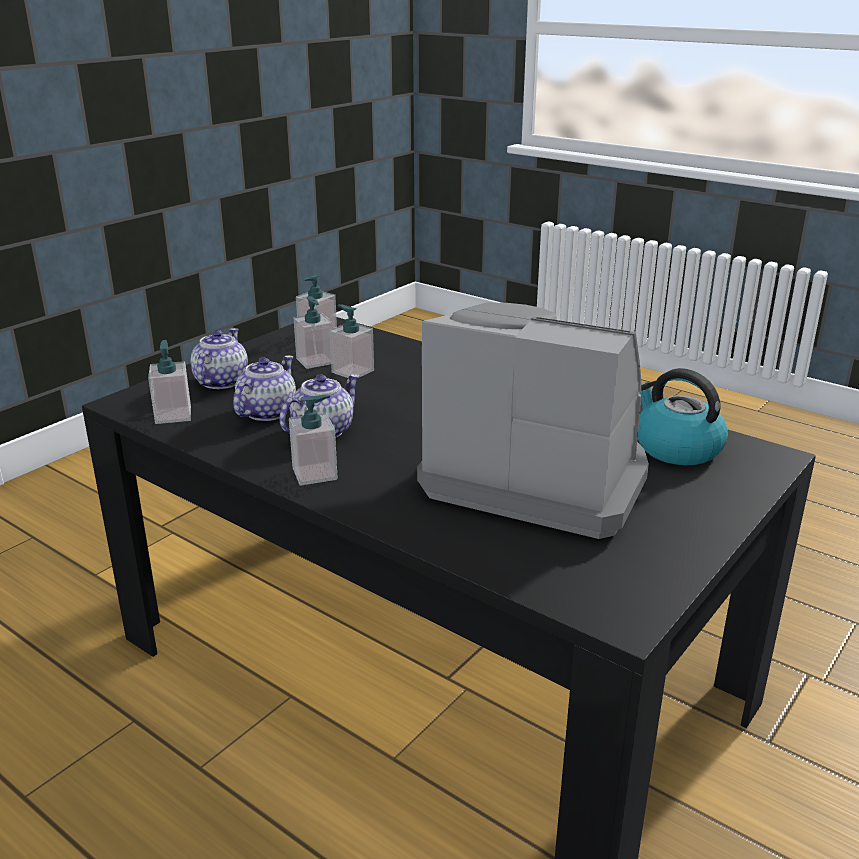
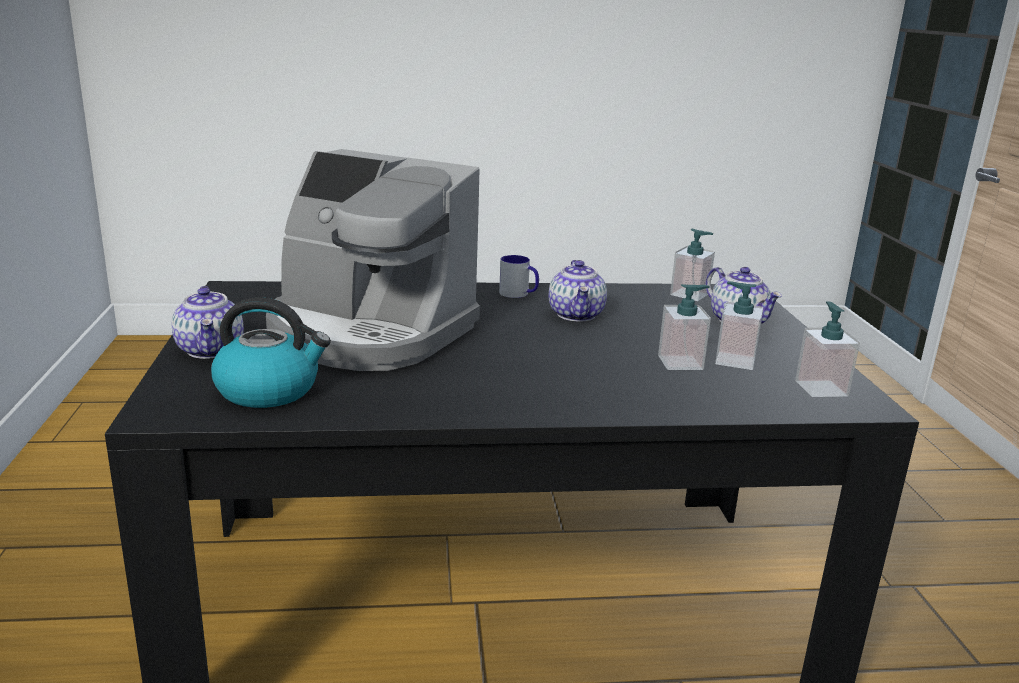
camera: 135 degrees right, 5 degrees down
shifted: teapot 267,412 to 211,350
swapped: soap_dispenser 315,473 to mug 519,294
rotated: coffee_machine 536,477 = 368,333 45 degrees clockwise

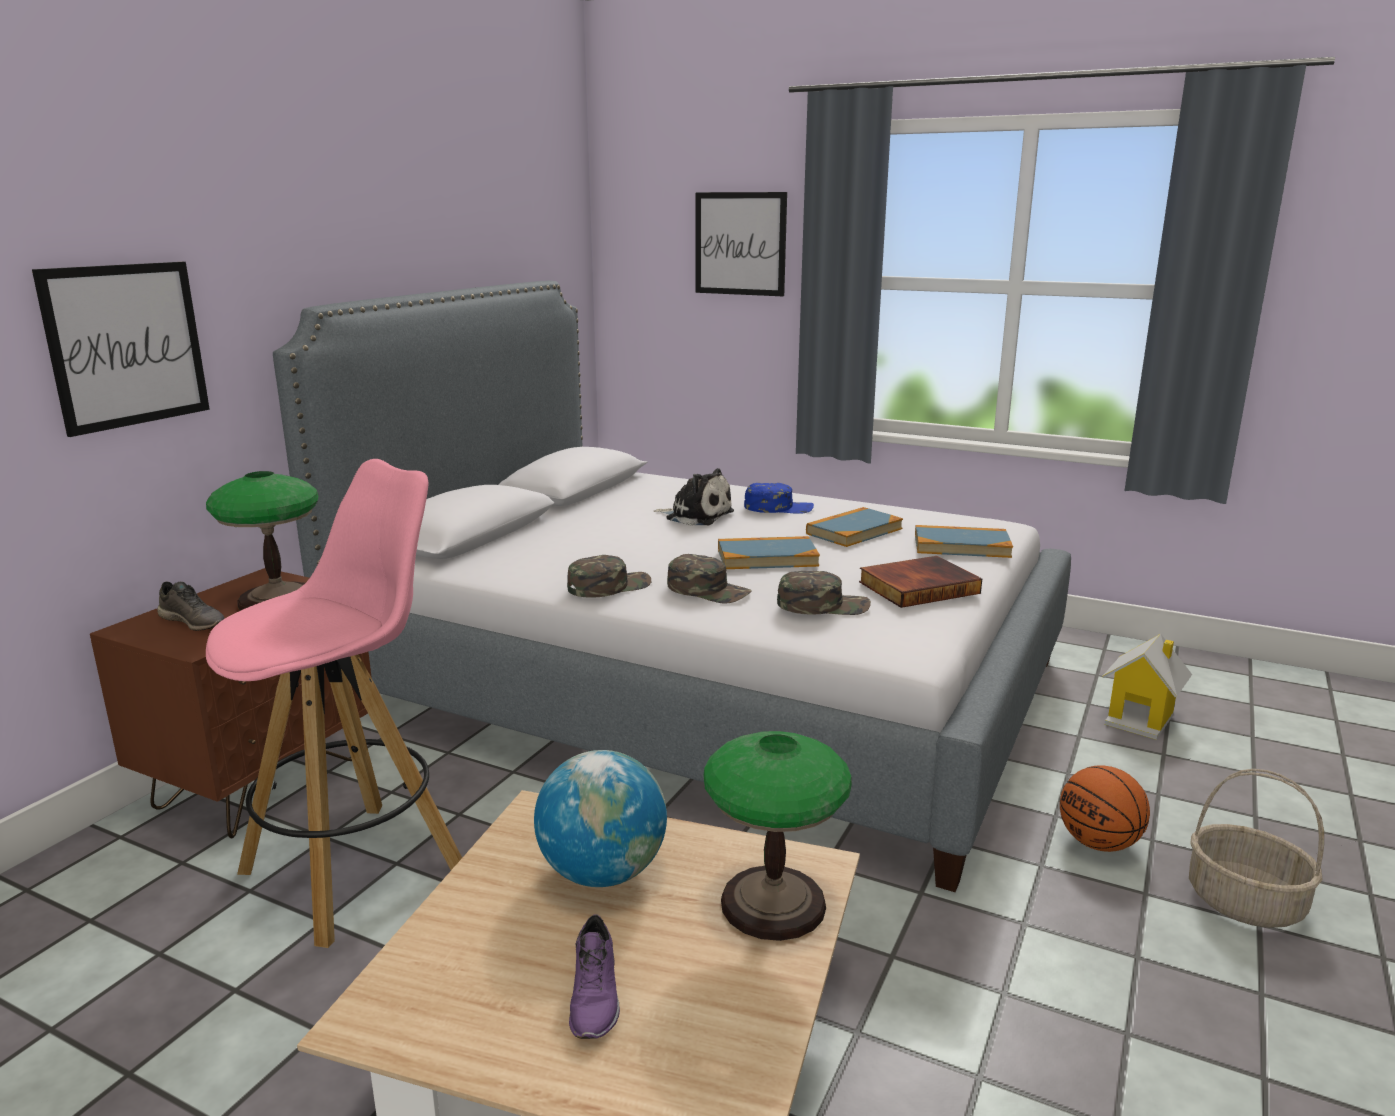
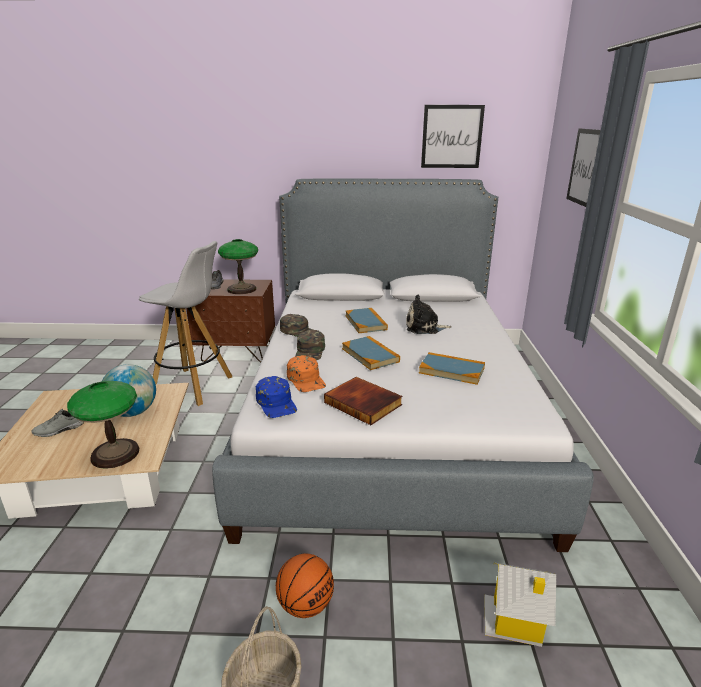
camera: 65 degrees right, 5 degrees up
shifted: picture 127,345 to 452,137; blue_cap 778,508 to 277,403; book 961,546 to 365,322
repainted: pink_stool 356,869 to white_stool 193,387; green_cap 823,605 to orange_cap 306,380; purple_shoe 596,996 to grey_shoe 59,430
rotated: plush_toy 696,516 = 424,327 90 degrees clockwise

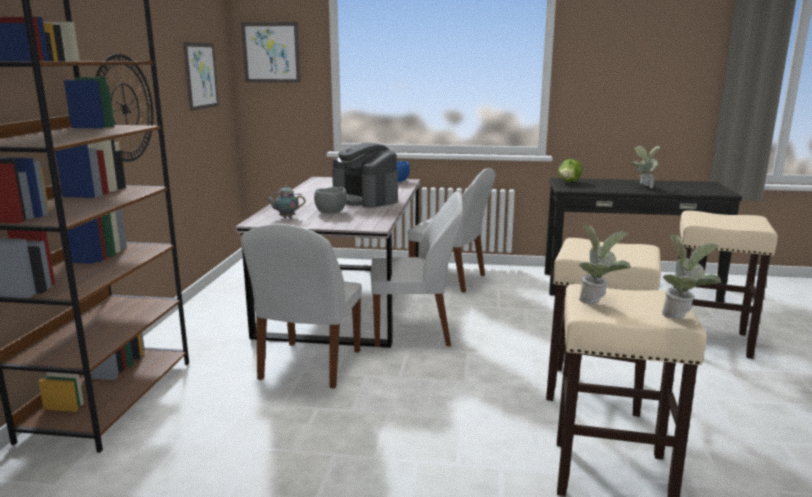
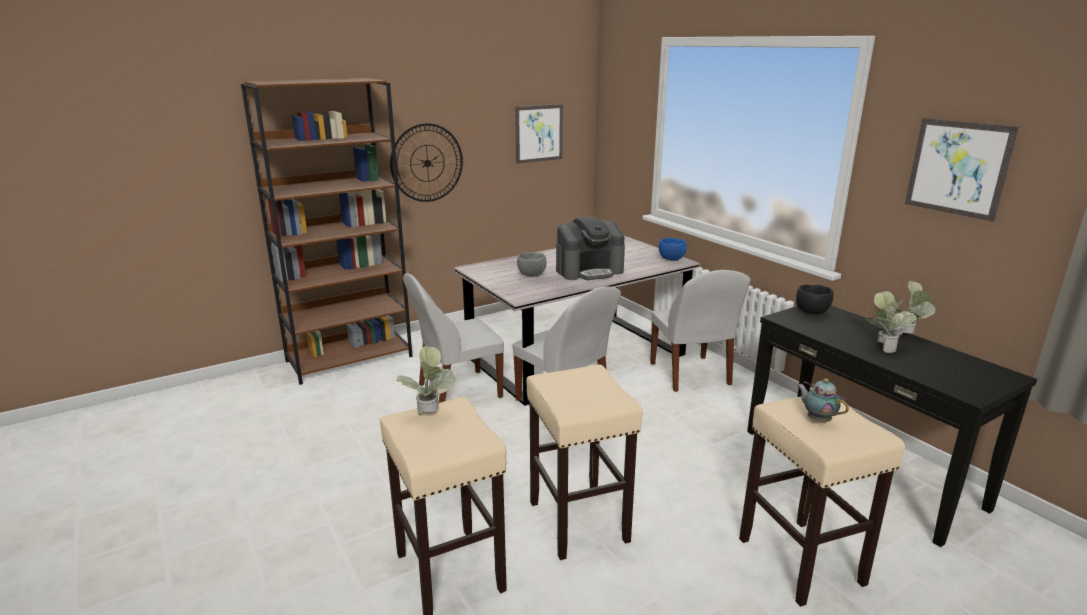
camera: 50 degrees right, 5 degrees up
shifted: picture 271,52 to 957,168; teapot 286,217 to 817,419; potted_plant 683,317 to 906,337
swapped: lettuce 568,182 to black_bowl 812,312
rotated: coffee_machine 365,199 = 589,271 120 degrees counterclockwise

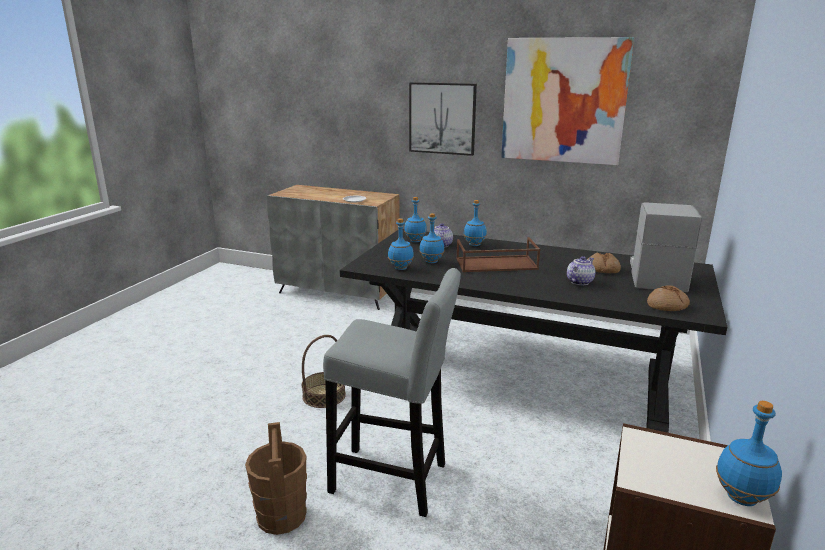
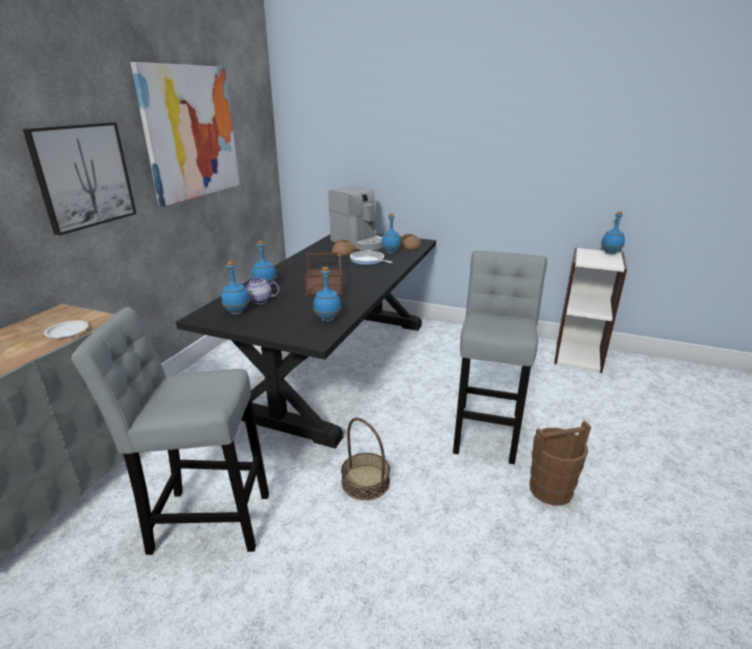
camera: 90 degrees left, 5 degrees up
new: grey_stool 204,520
shifted: blue_bottle 431,261 to 390,252
swapped: teapot 579,282 to frying_pan 368,261
rotated: coffee_machine 656,276 = 359,243 150 degrees counterclockwise

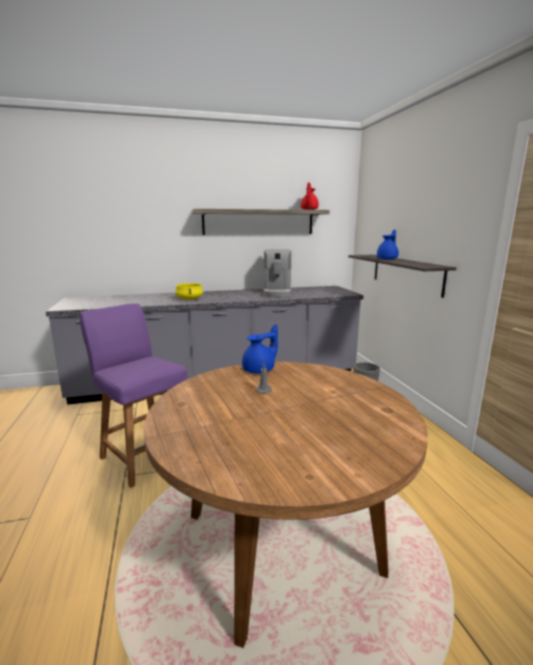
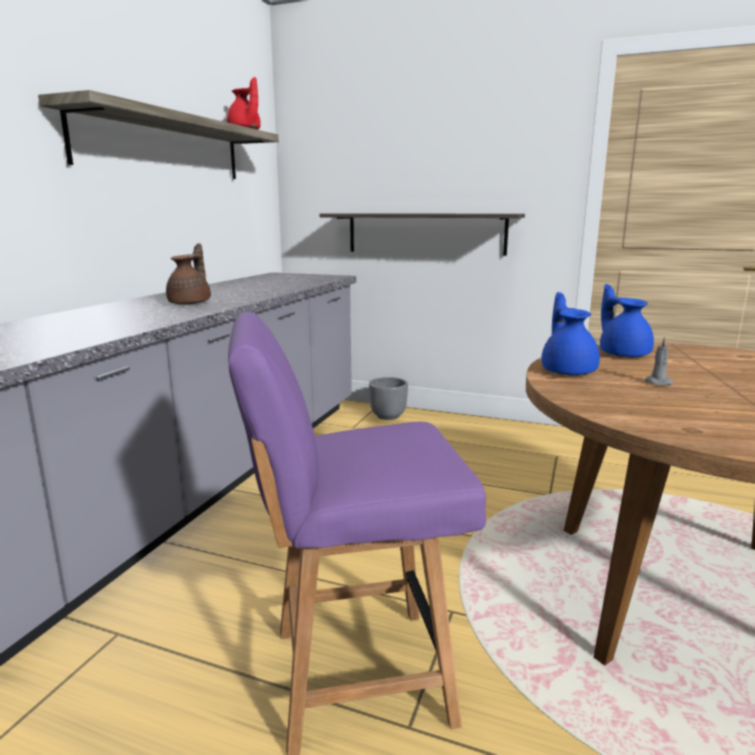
camera: 55 degrees left, 0 degrees up
gone: coffee_machine 277,293; yellow_cooking_pot 189,299
new: brown_teapot 191,303
shifted: blue_teapot 387,259 to 623,354

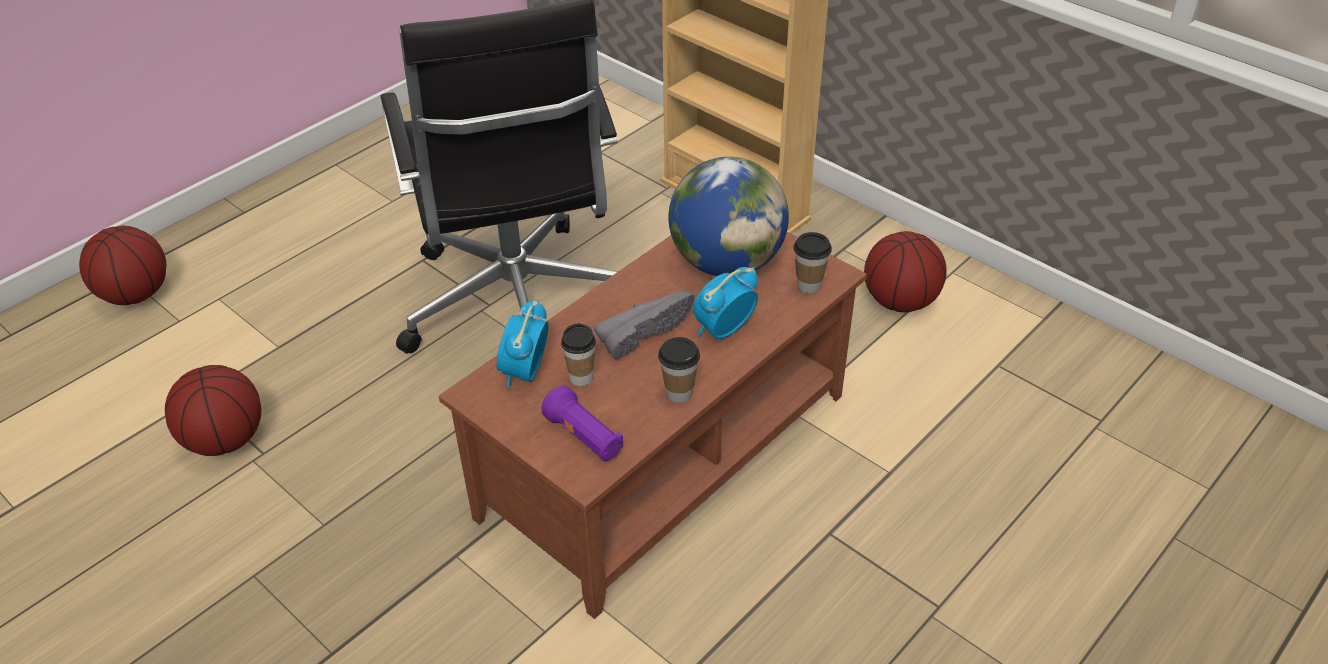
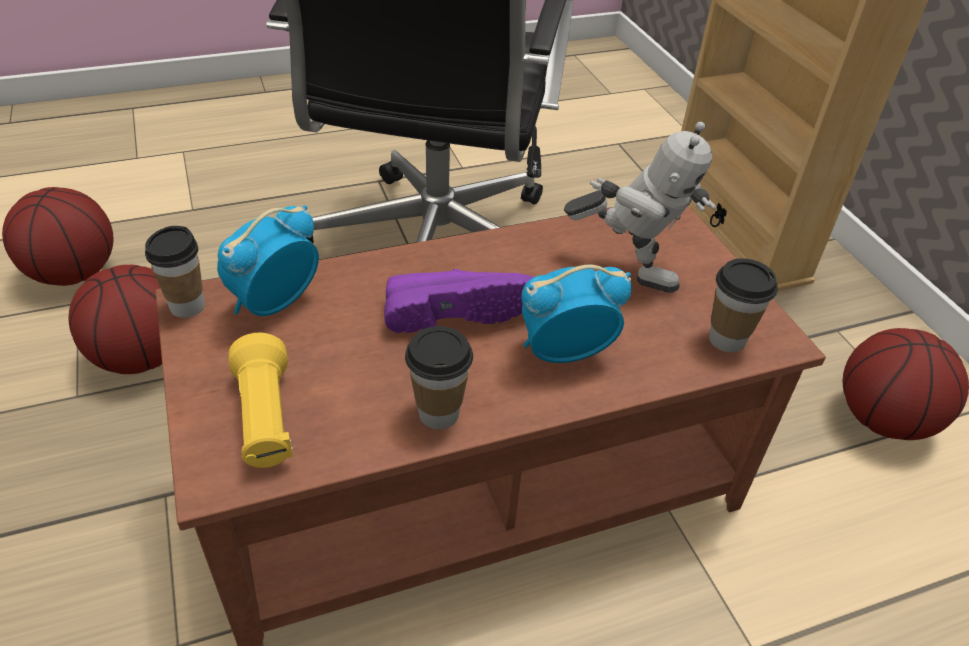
camera: 25 degrees right, 0 degrees up
shifted: basketball 135,295 to 142,357; cup 581,377 to 187,306
swapped: globe 726,263 to toy_robot 629,269
repainted: grey_shoe 642,331 to purple_shoe 457,311; purple_flashlight 584,438 to yellow_flashlight 265,420

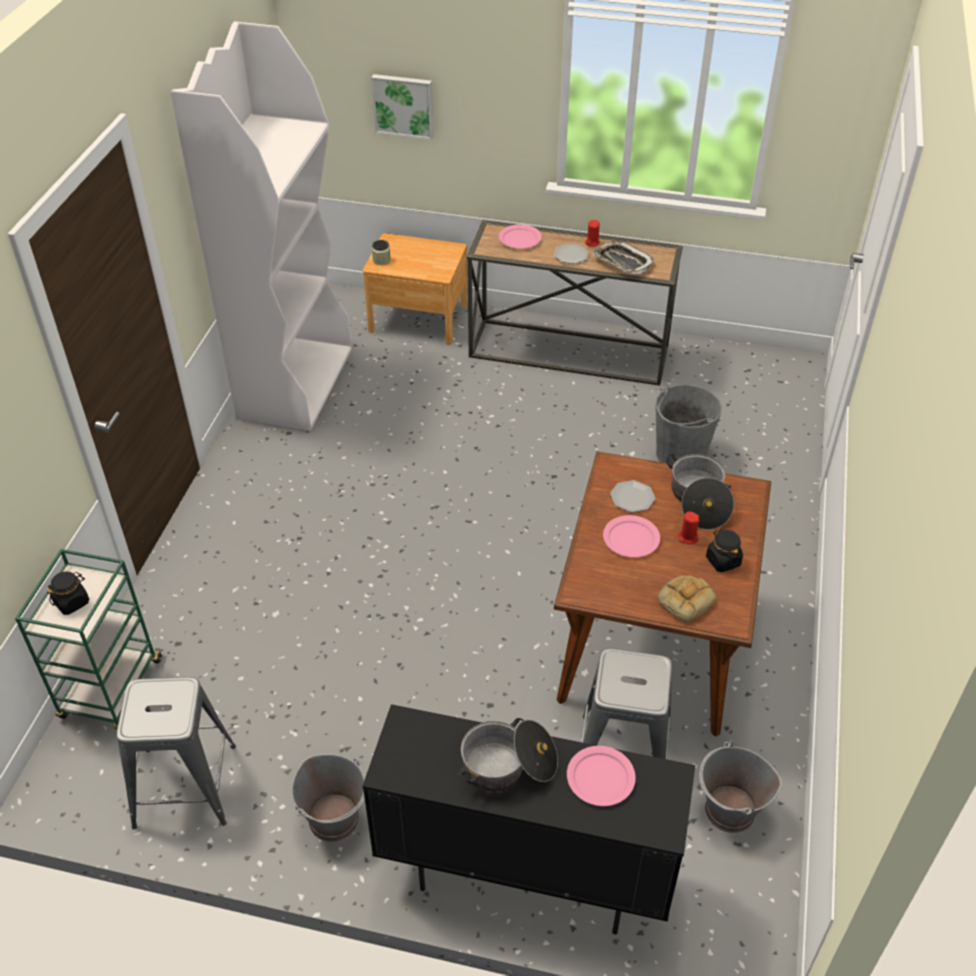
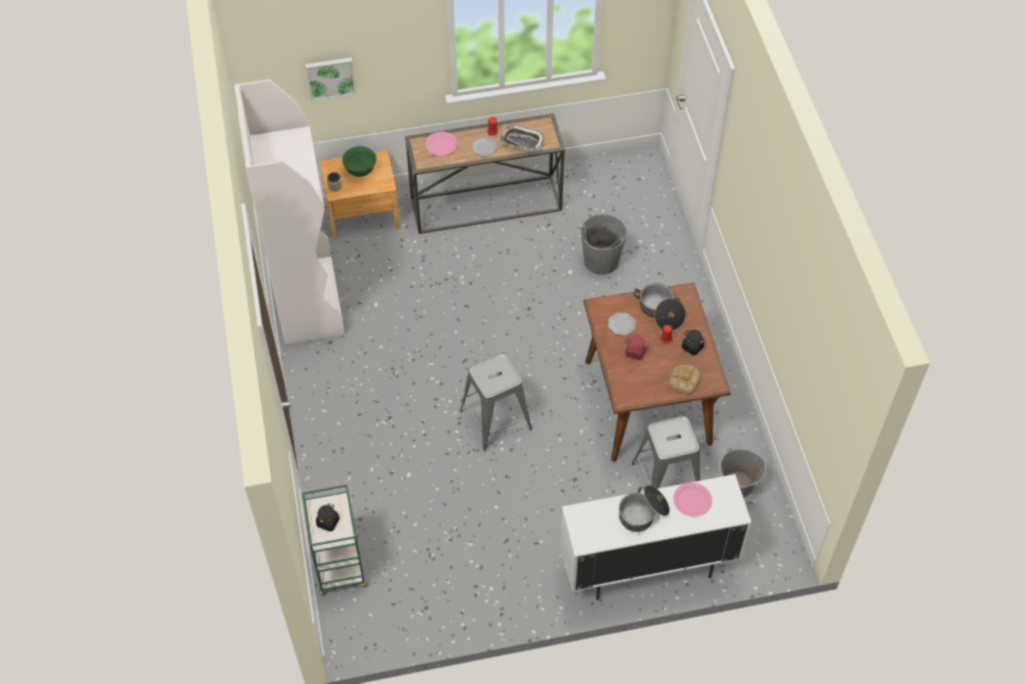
camera: 25 degrees left, 10 degrees up
gone: grey_bucket 334,819
new: green_bowl 361,170
shifted: grey_stool 184,786 to 495,420
swapped: pink_plate 631,538 to red_jar 635,352
repainted: black_cabinet 524,875 to white_cabinet 647,567

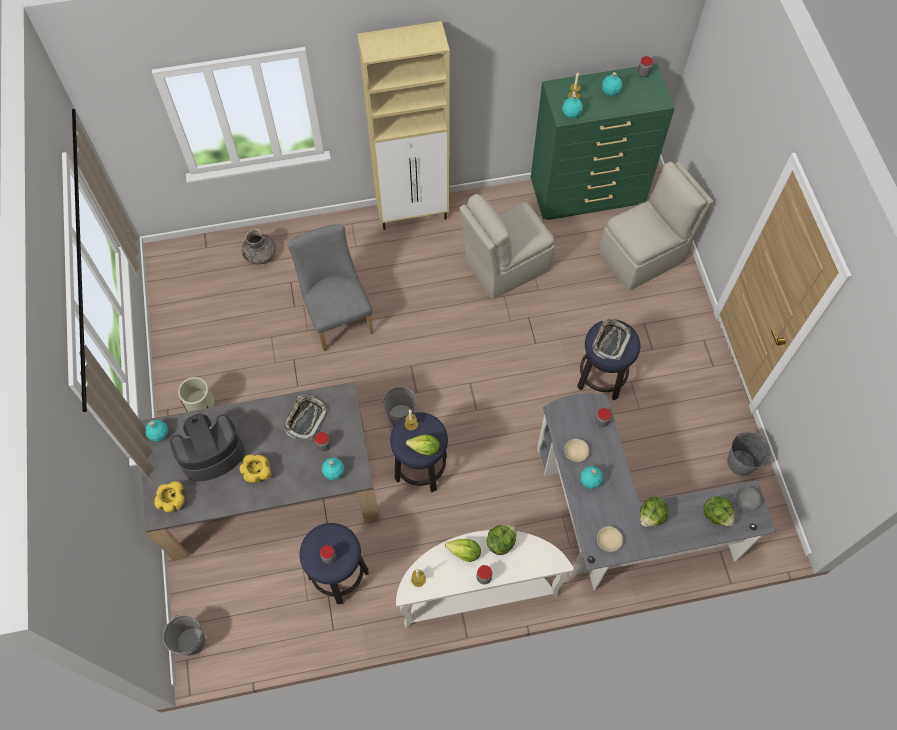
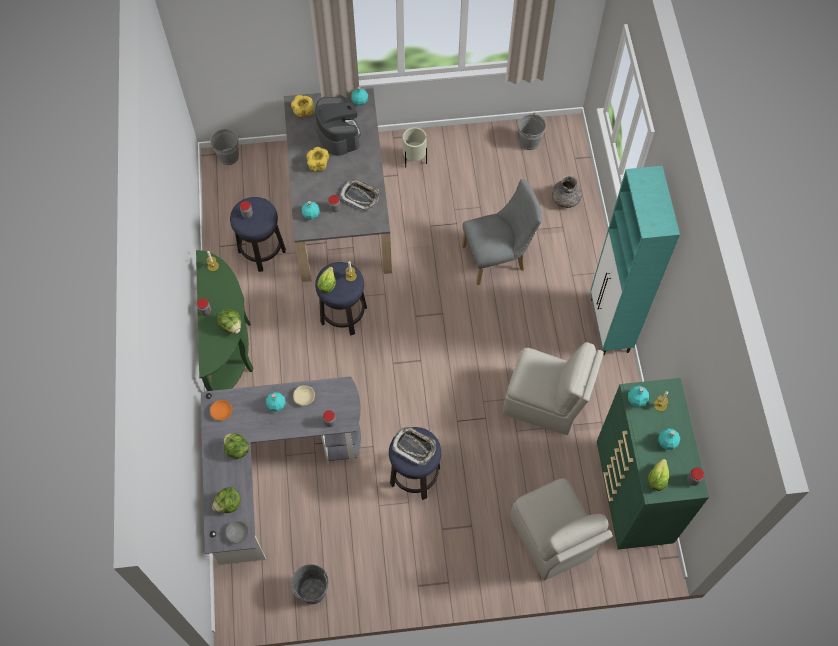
camera: 95 degrees right, 0 degrees up
shifted: grey_bucket 401,416 to 529,142; lettuce 464,552 to 657,479
repainted: beige_cabinet 413,213 to turquoise_cabinet 609,326; beige_bowl 608,540 to orange_bowl 222,412; white_console_table 477,591 to green_console_table 231,349
rotated: beige_chair 505,266 = 545,403 135 degrees clockwise

